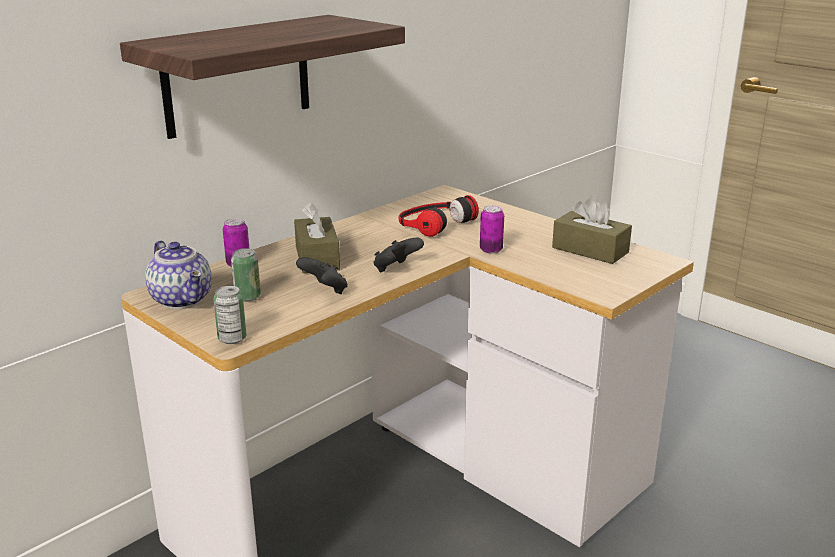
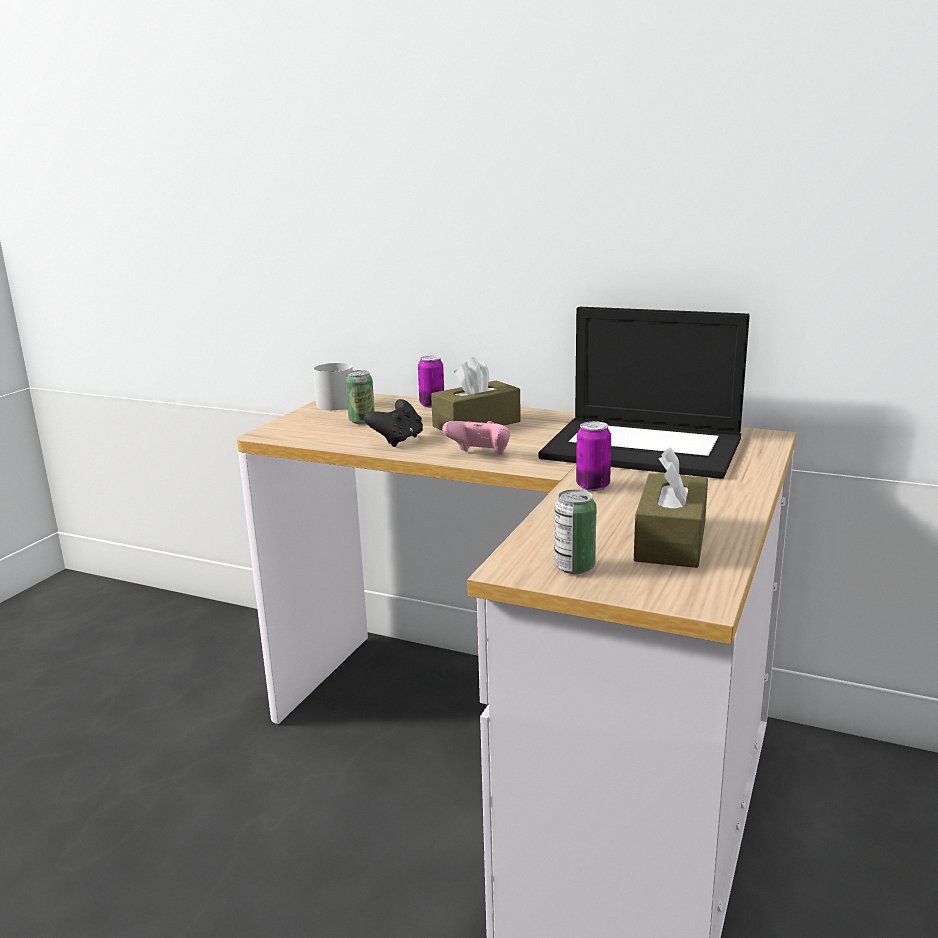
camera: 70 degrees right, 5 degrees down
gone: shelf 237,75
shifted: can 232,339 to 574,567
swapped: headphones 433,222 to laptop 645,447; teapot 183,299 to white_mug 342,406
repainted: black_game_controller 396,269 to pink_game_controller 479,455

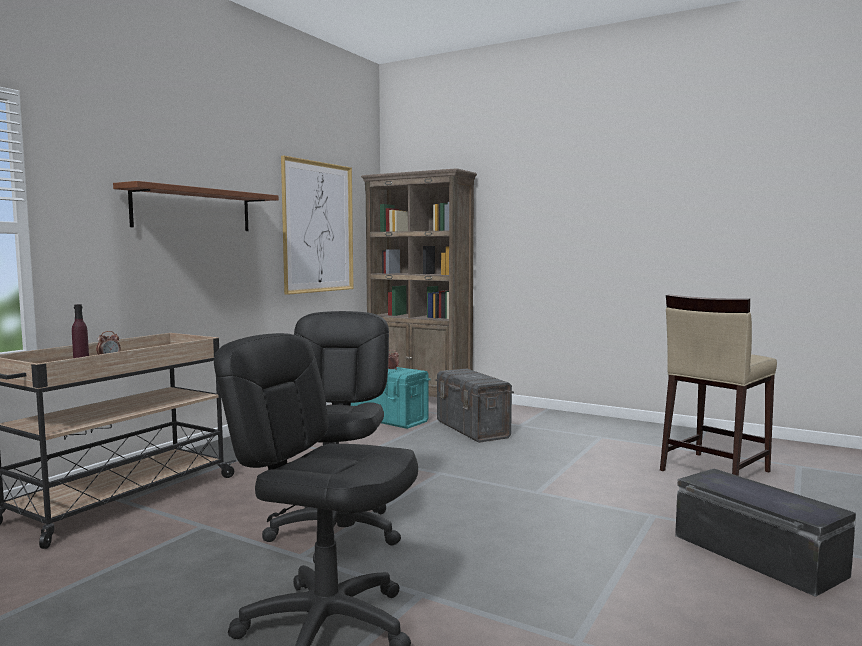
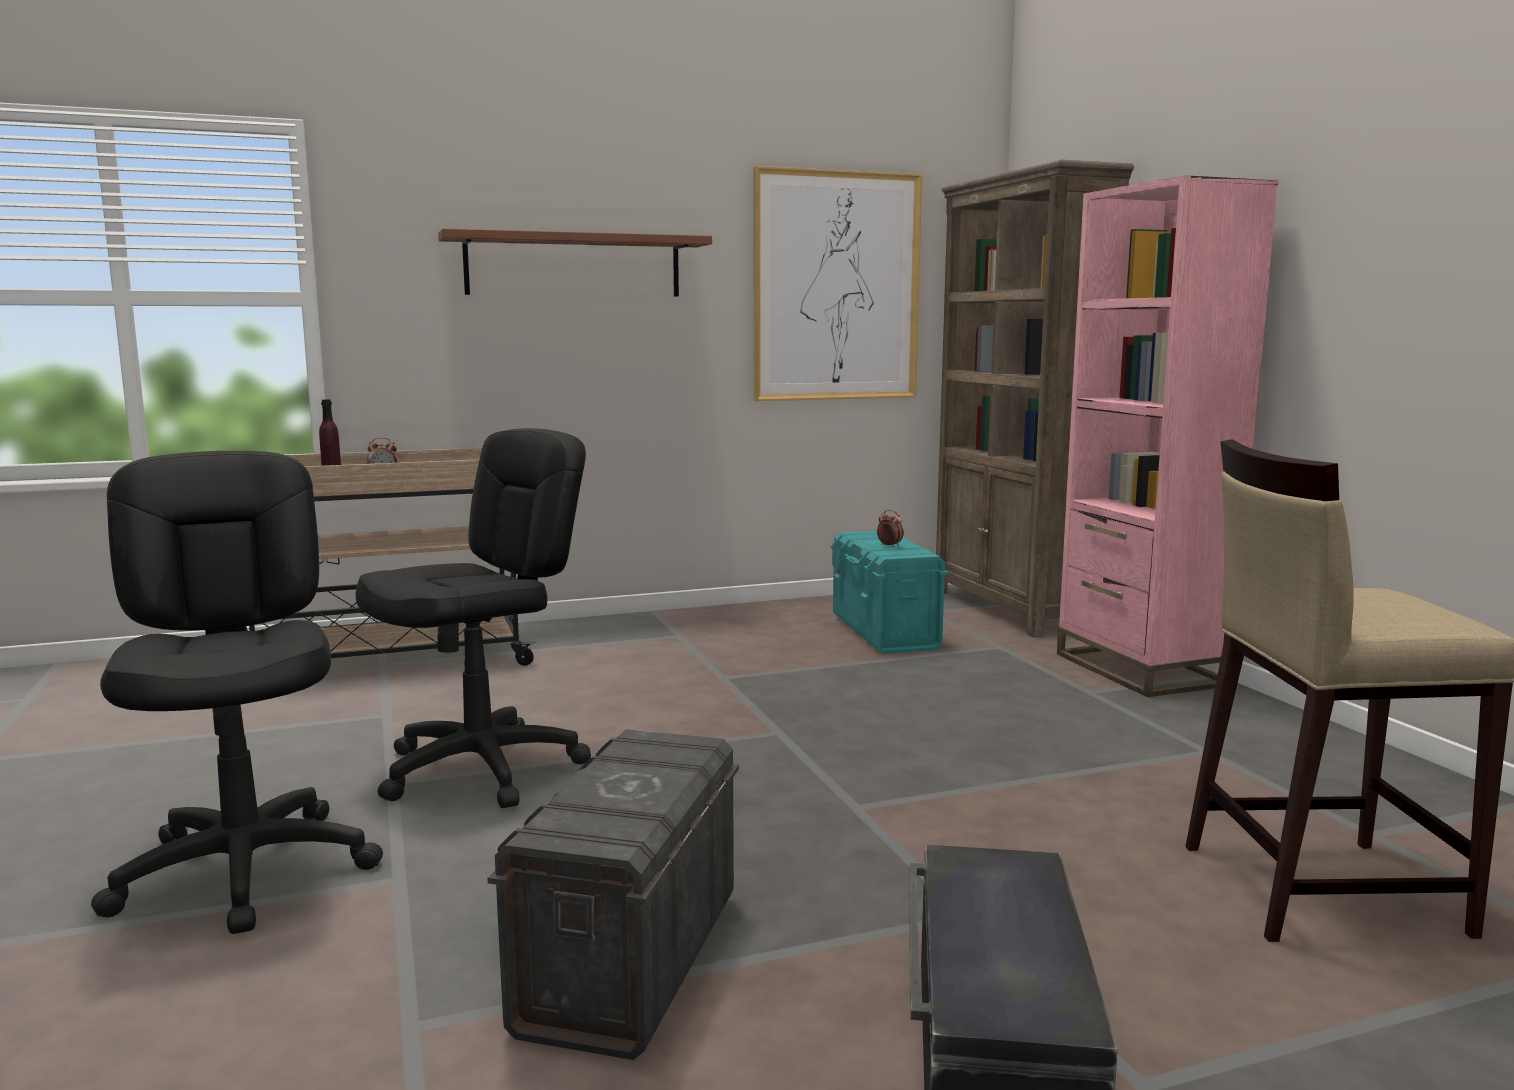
camera: 40 degrees right, 5 degrees up
new: pink_bookcase 1140,669
shifted: grey_storage_box 472,429 to 629,961

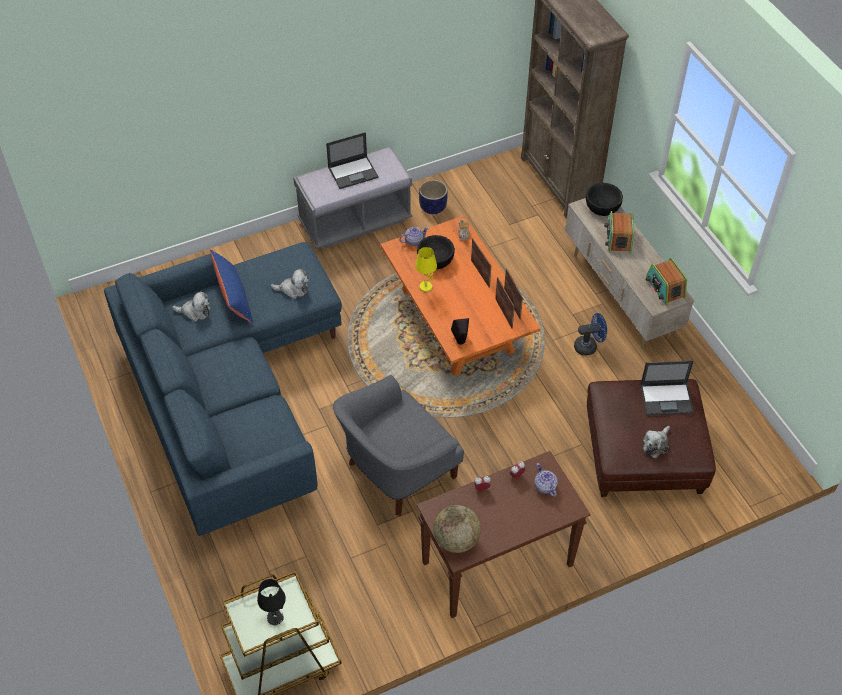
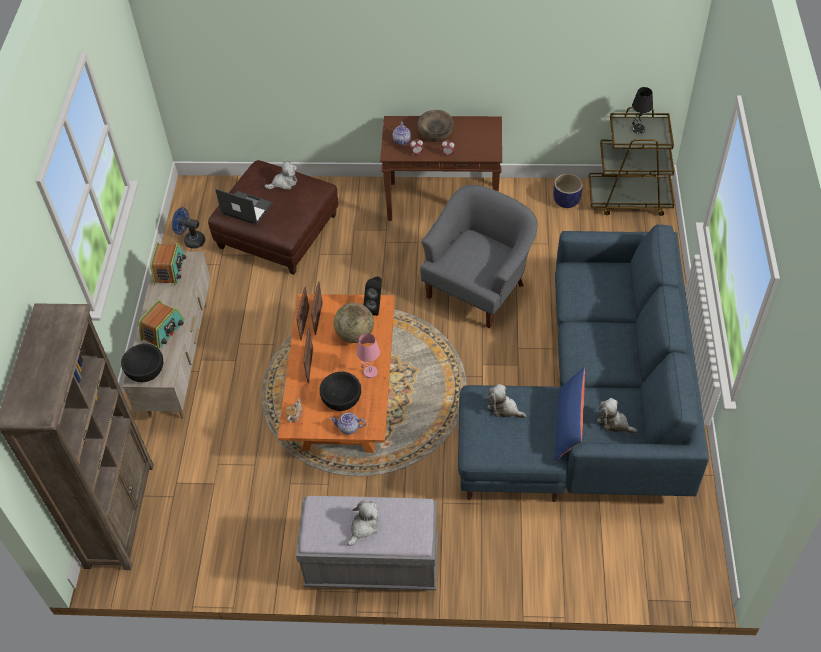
camera: 150 degrees left, 0 degrees up
new: brown_bowl 435,133
shifted: planter 432,207 to 566,201; blue_fan 589,346 to 191,240; globe 456,540 to 355,334
swapped: laptop 353,172 to plush_toy 364,527
repainted: yellow_table_lamp 426,286 to pink_table_lamp 370,372
rotated: grey_armchair 397,472 = 479,288 45 degrees counterclockwise

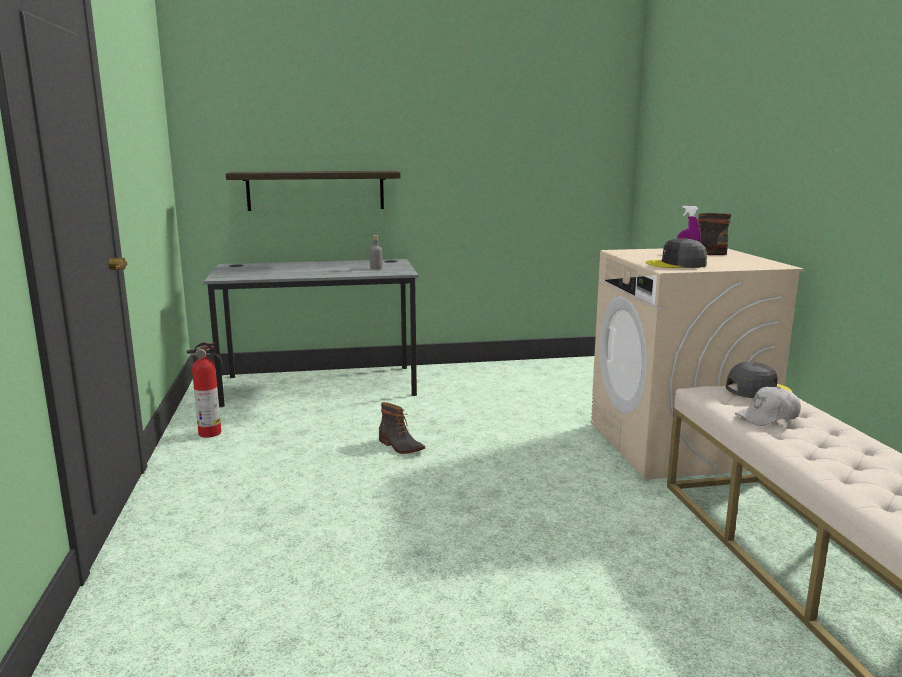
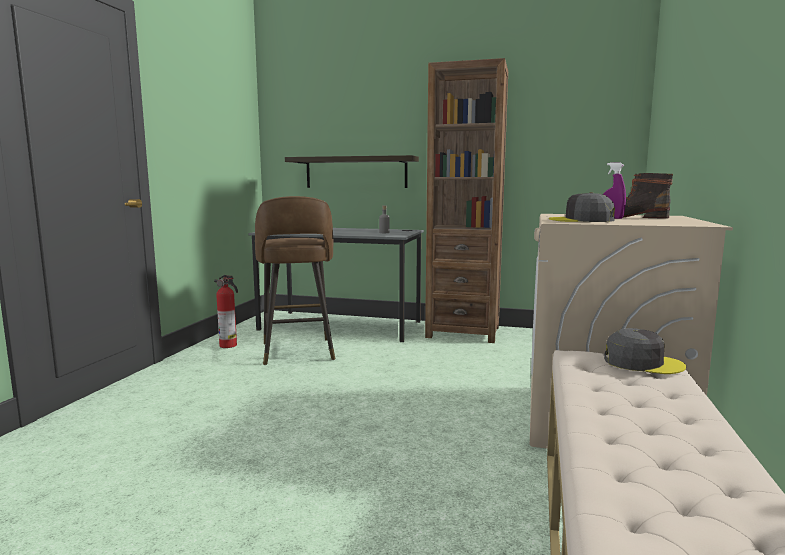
camera: 25 degrees right, 5 degrees down
gone: white_cap 768,417; boot 400,446
new: brown_bookcase 463,332; brown_stool 297,352

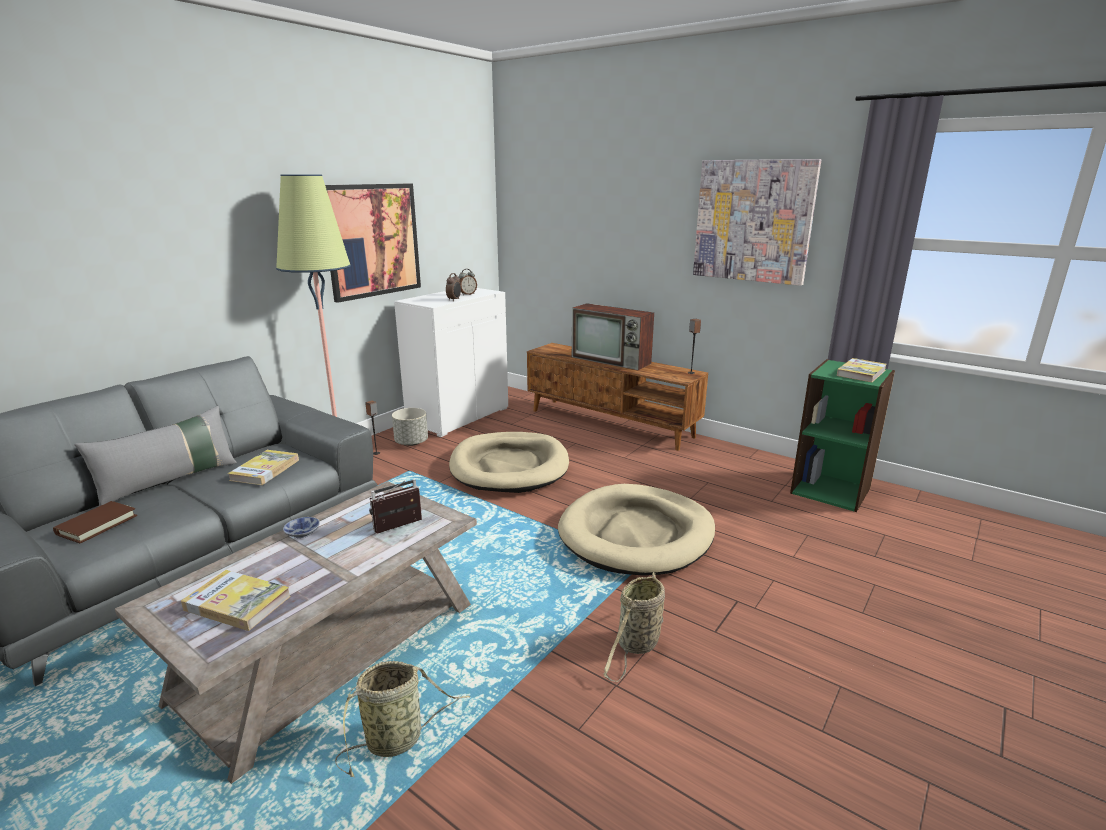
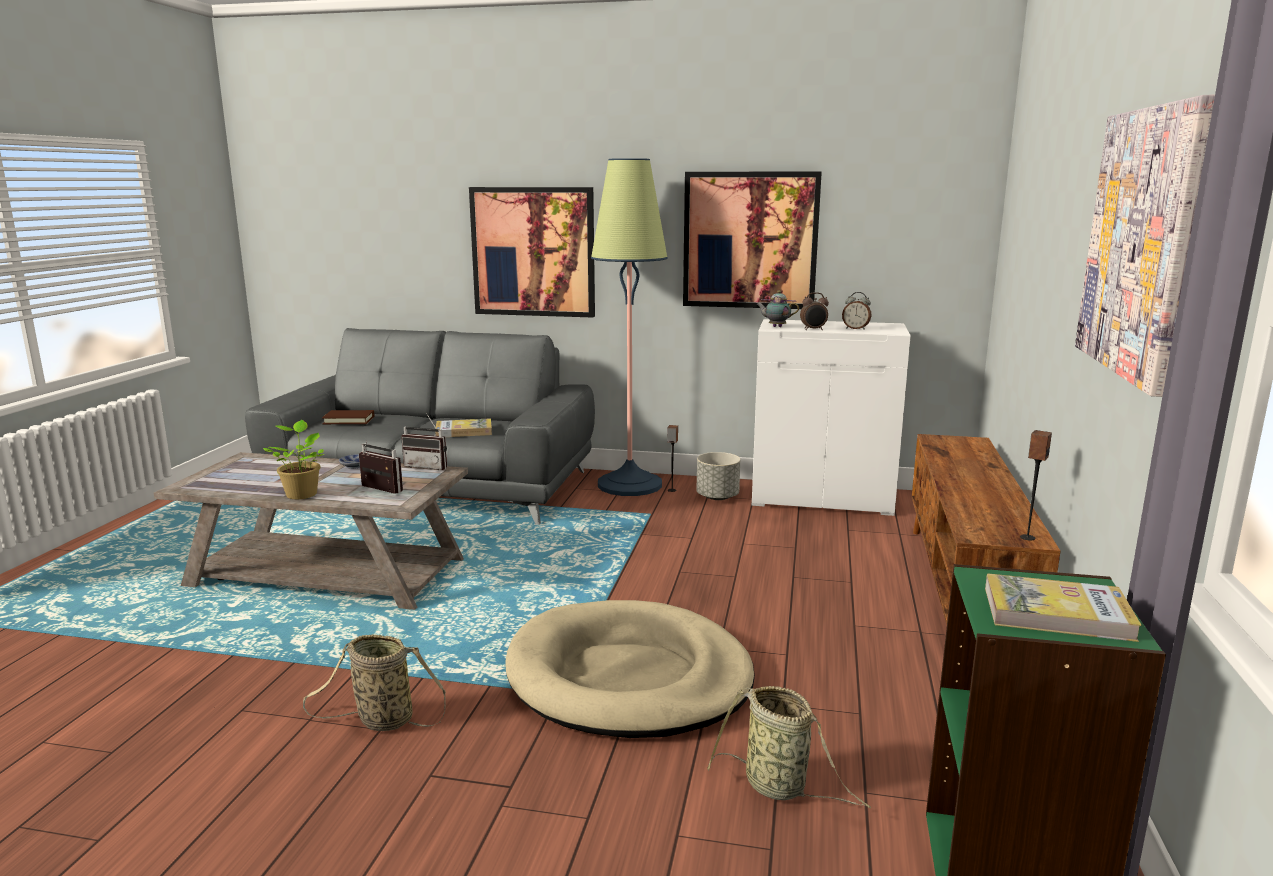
camera: 65 degrees right, 5 degrees down
gone: television 612,360; grey_pillow 170,481; beige_dog_bed 509,466; book 237,603
new: picture 533,252; teapot 776,326; radio 428,466; potted_plant 302,494
shifted: basket 398,739 to 779,787

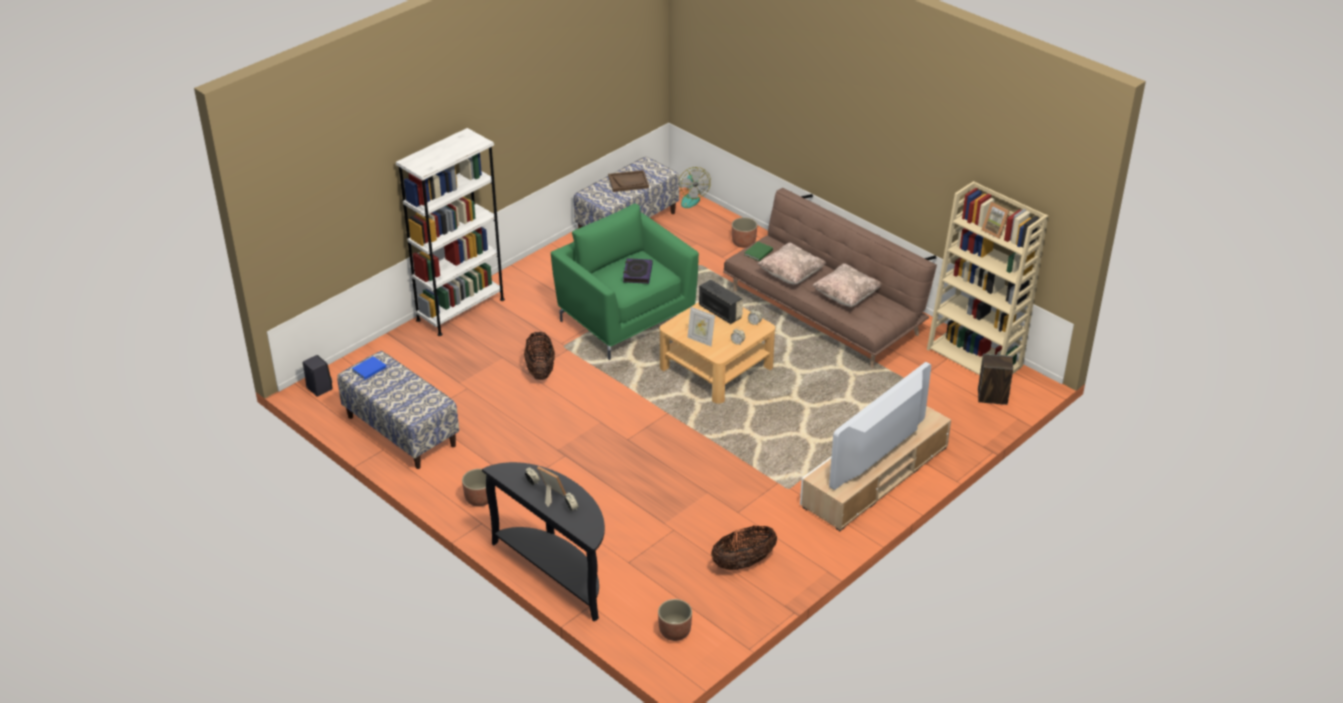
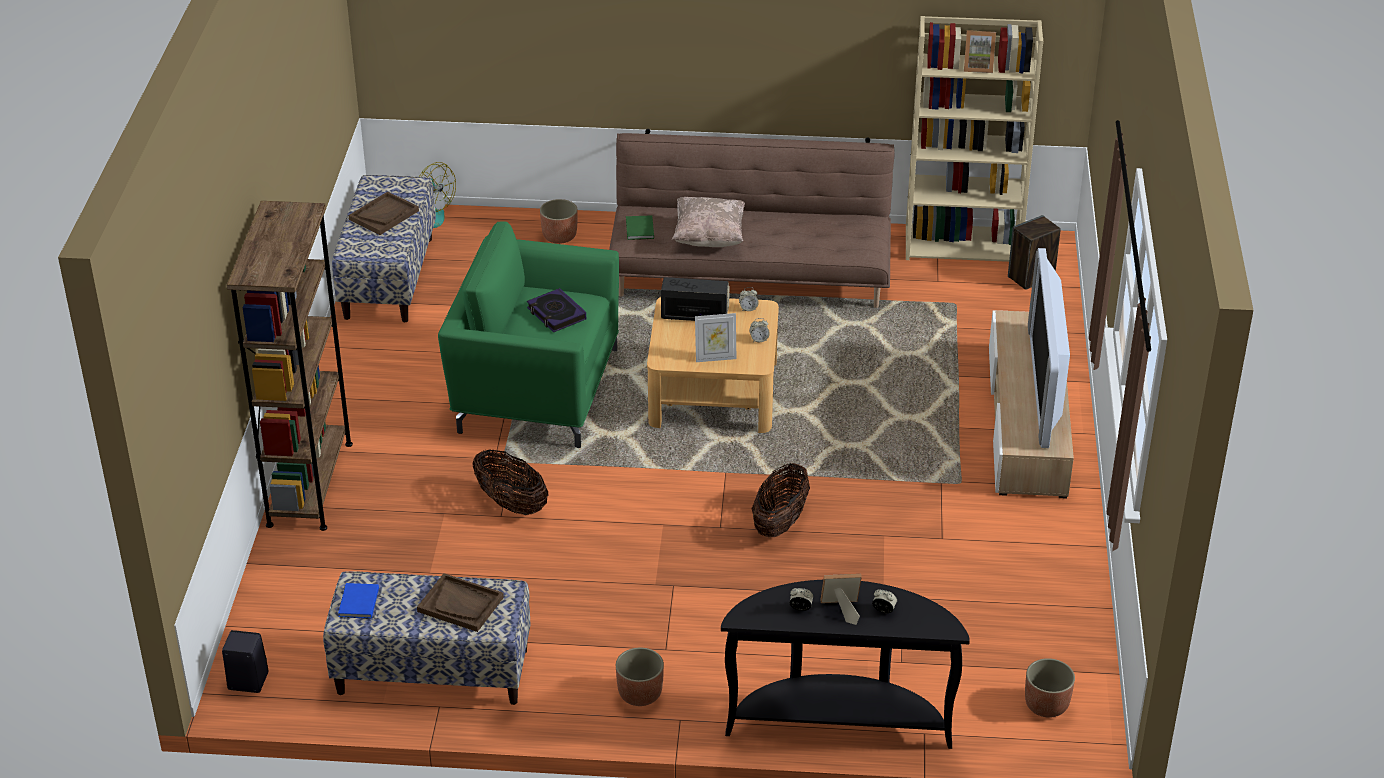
camera: 40 degrees left, 0 degrees up
gone: beige_pillow 846,296
new: brown_tray 461,604
shifted: basket 743,562 to 780,522
repainted: white_bookcase 460,309 to brown_bookcase 310,484

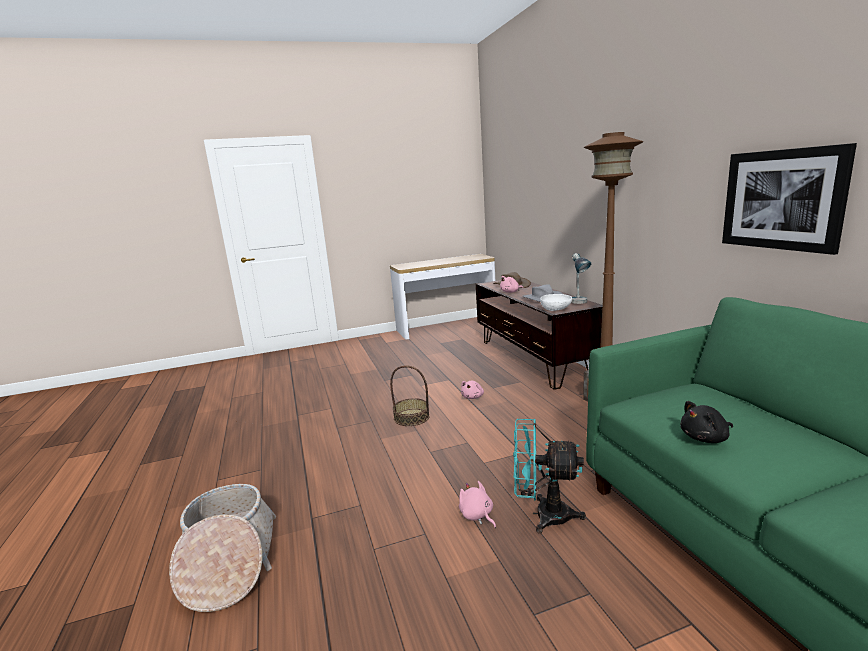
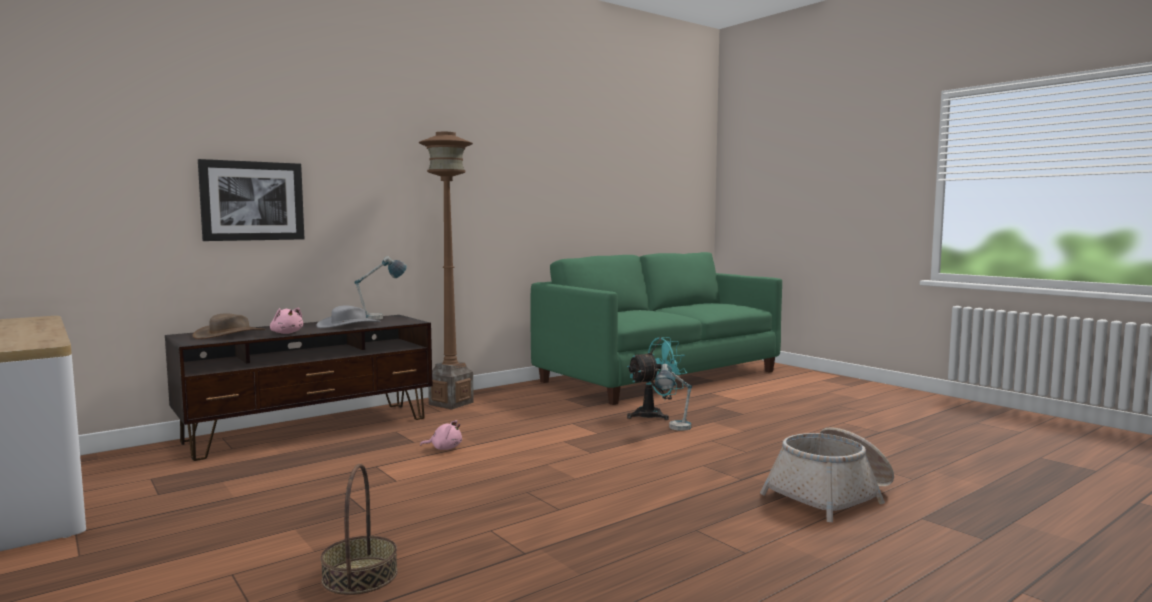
camera: 110 degrees left, 10 degrees down
gone: white_bowl 556,310; black_plush_toy 705,438
shifted: picture 782,199 to 252,201; basket 411,417 to 359,576
swapped: pink_plush_toy 477,515 to table_lamp 674,429
rotated: turquoise_fan 543,515 = 655,415 105 degrees counterclockwise

